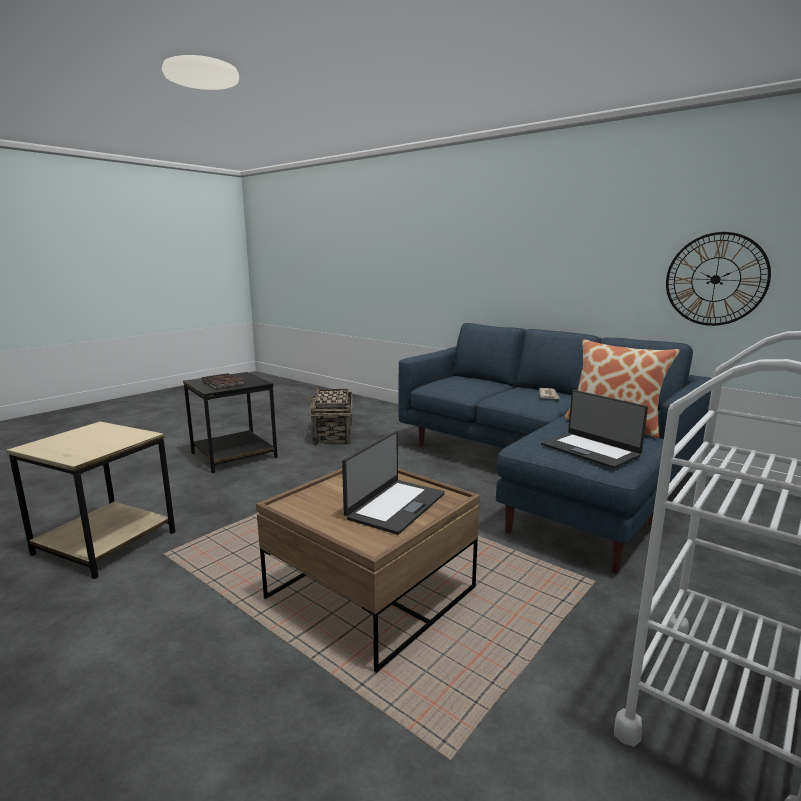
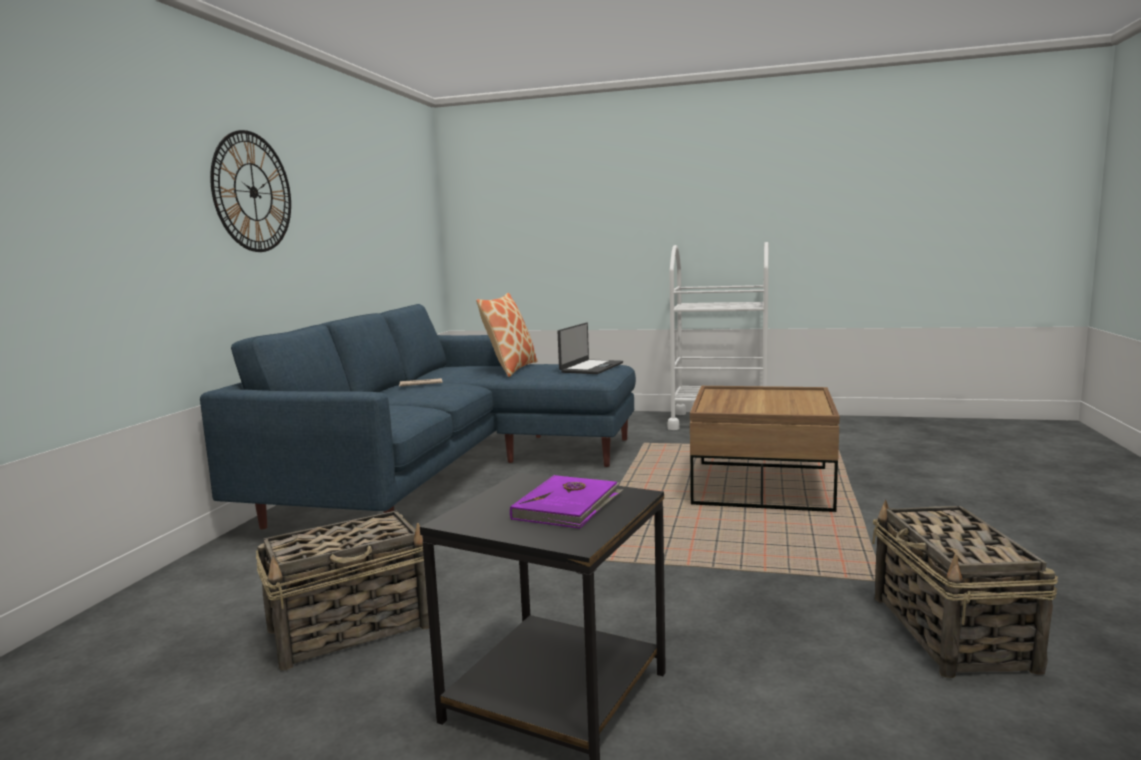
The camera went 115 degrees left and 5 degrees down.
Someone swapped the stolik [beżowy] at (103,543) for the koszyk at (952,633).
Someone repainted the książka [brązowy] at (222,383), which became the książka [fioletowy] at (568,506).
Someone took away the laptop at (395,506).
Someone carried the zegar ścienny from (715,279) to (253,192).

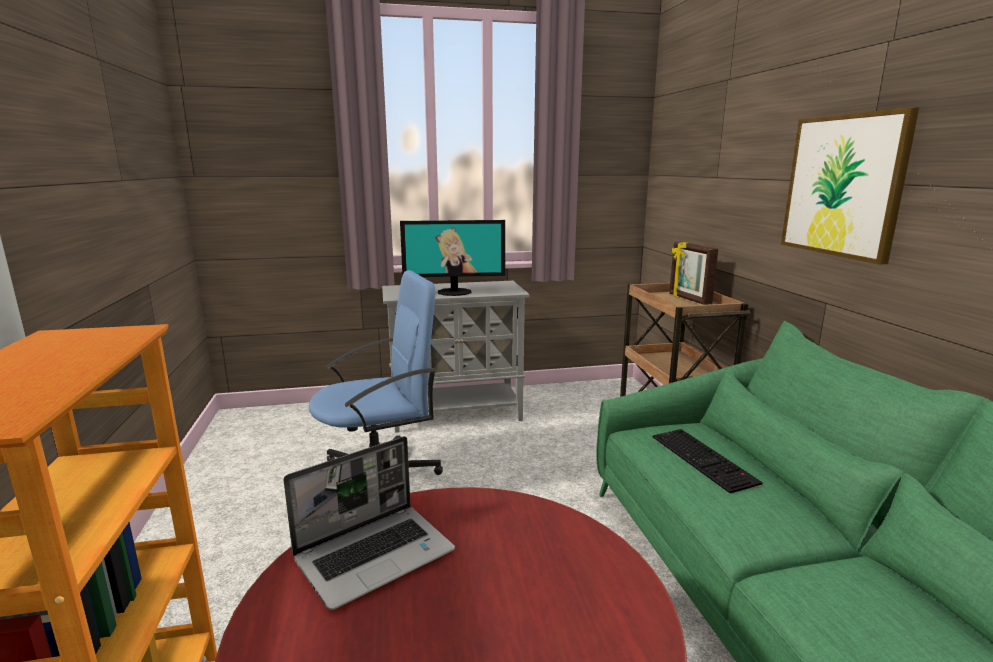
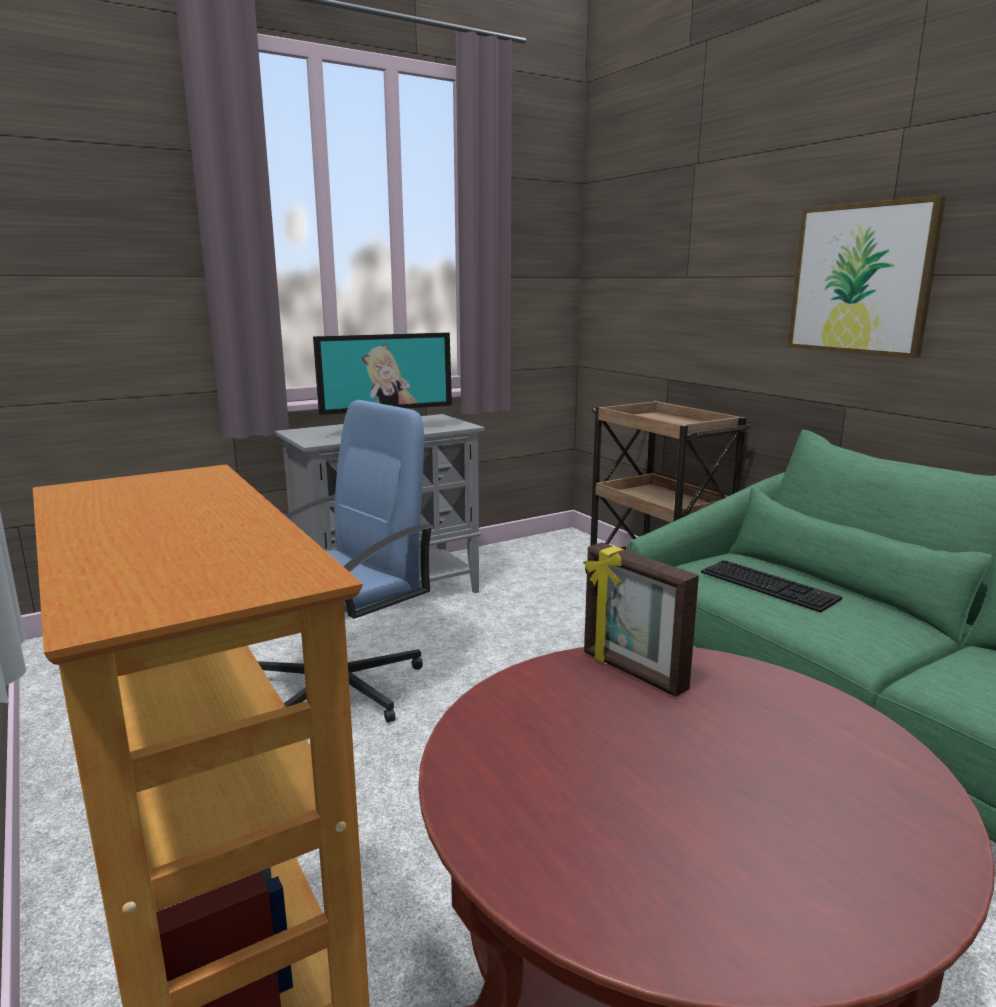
The camera went 20 degrees left and 0 degrees up.
Someone took away the laptop at (376,554).
Someone carried the ramka na zdjęcie from (689,299) to (632,672).

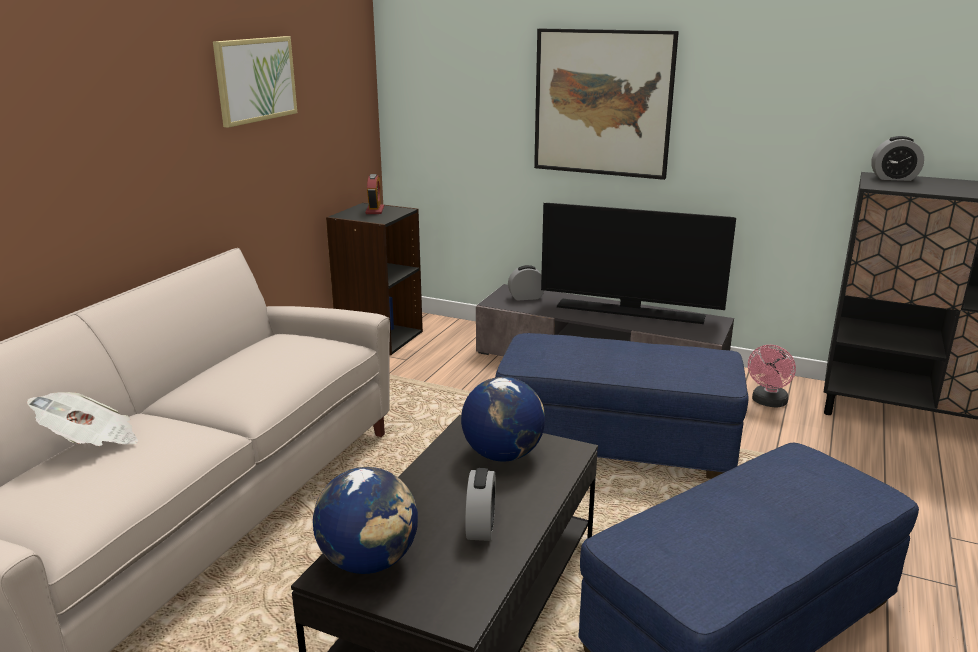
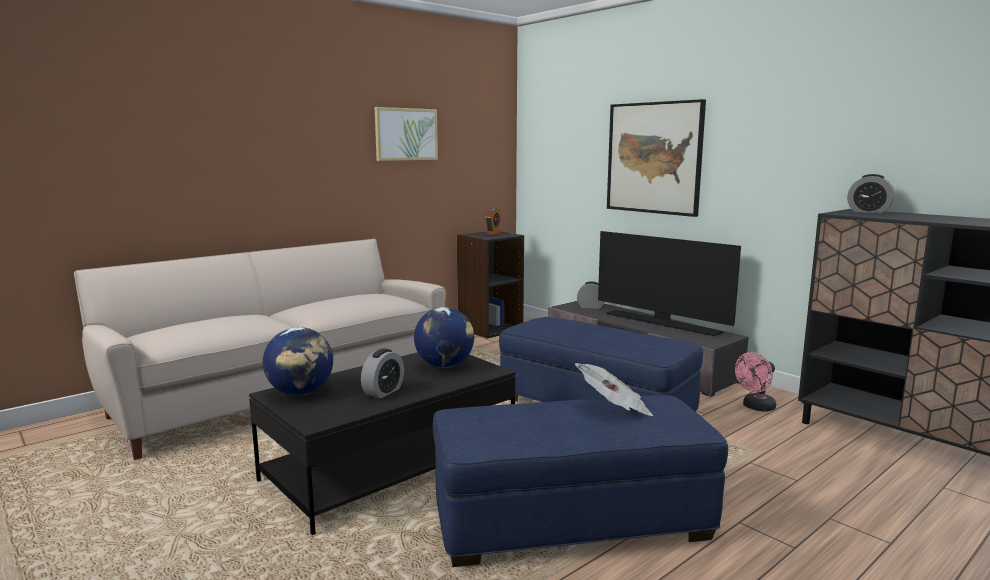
The camera went 25 degrees right and 10 degrees down.
Someone carried the gazeta from (91,442) to (614,408).

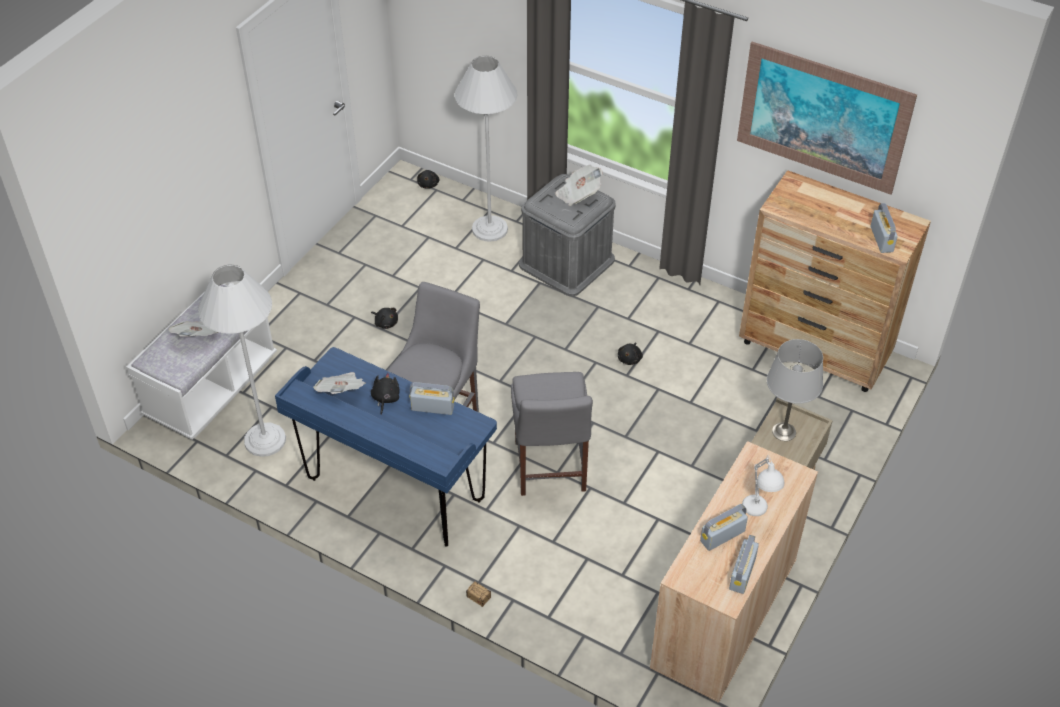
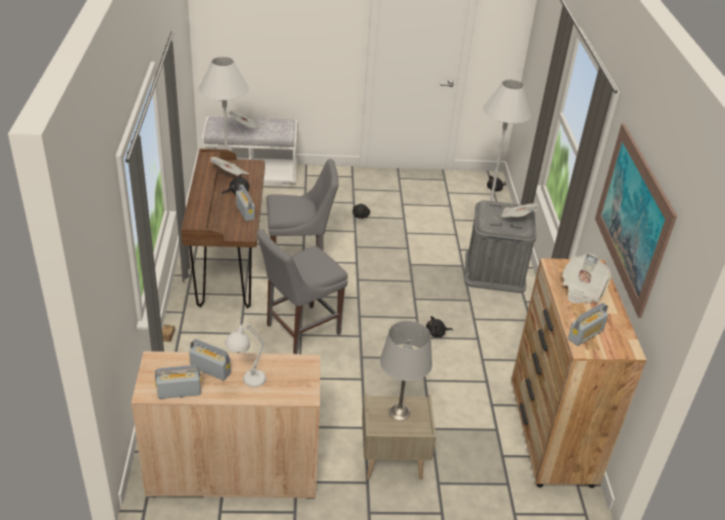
The camera went 55 degrees right and 10 degrees down.
Someone repainted the biurko [niebieski] at (395,491), which became the biurko [brązowy] at (228,269).
Someone put down the gazeta at (582,290).

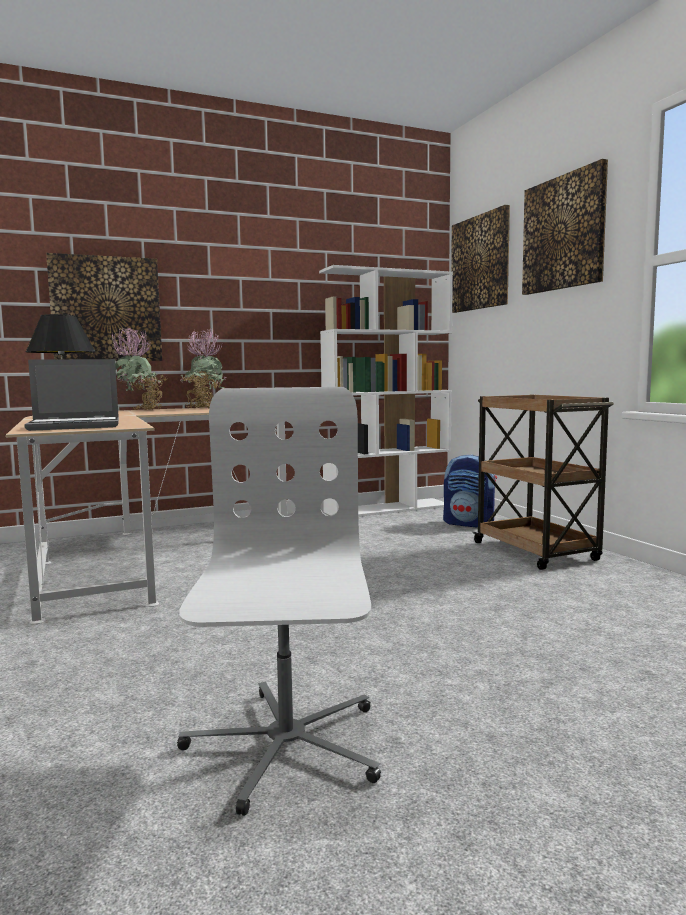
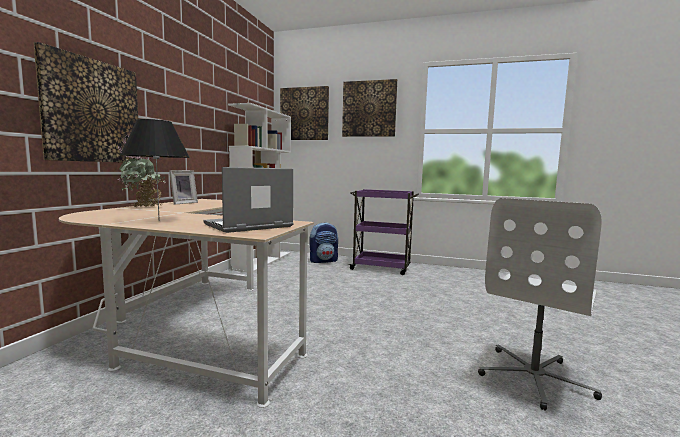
The camera went 50 degrees left and 0 degrees up.
Someone rotated the laptop at (76,426) by 150 degrees counterclockwise.
Someone rotated the krzesło biurowe [biały] at (284,746) by 90 degrees counterclockwise.
Someone swapped the roślina doniczkowa at (204,408) for the ramka na zdjęcie at (182,203).
Someone repainted the wózek [brązowy] at (536,552), which became the wózek [fioletowy] at (382,268).

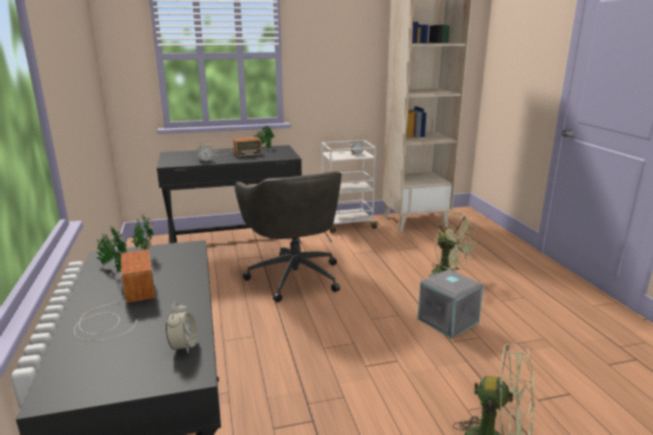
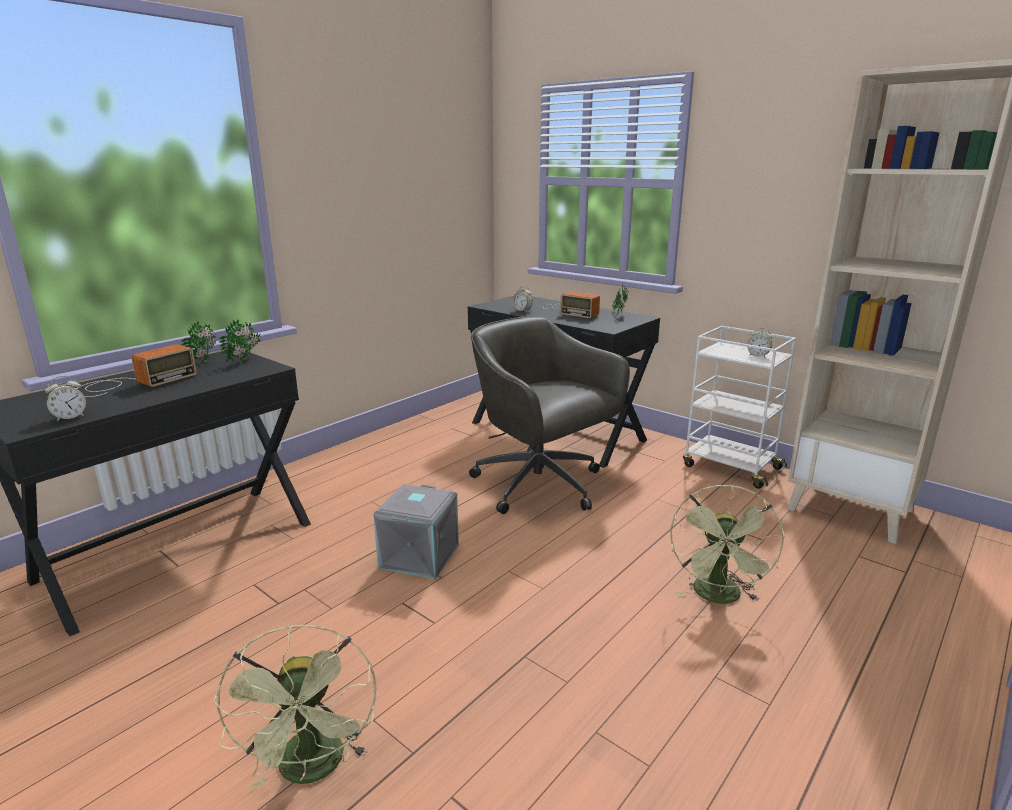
The camera went 55 degrees right and 0 degrees up.
Someone rotated the krzesło biurowe [szary] at (294,276) by 105 degrees clockwise.
Someone carried the pojemnik do przechowywania [szary] from (449,321) to (420,556).

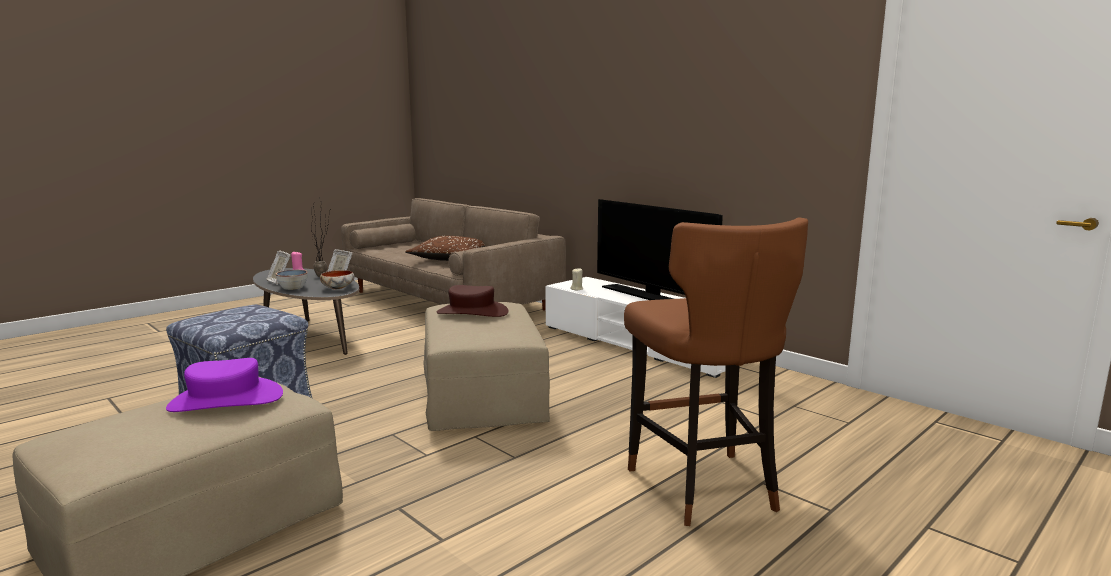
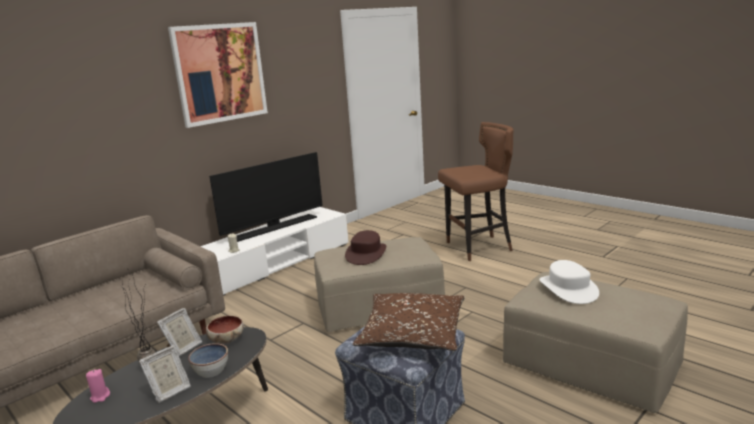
The camera went 90 degrees left and 5 degrees up.
Someone repainted the kapelusz [fioletowy] at (226,400), which became the kapelusz [biały] at (568,289).
Someone carried the poduszka [brązowy] from (450,259) to (412,334).
Someone put up the obraz at (220,73).

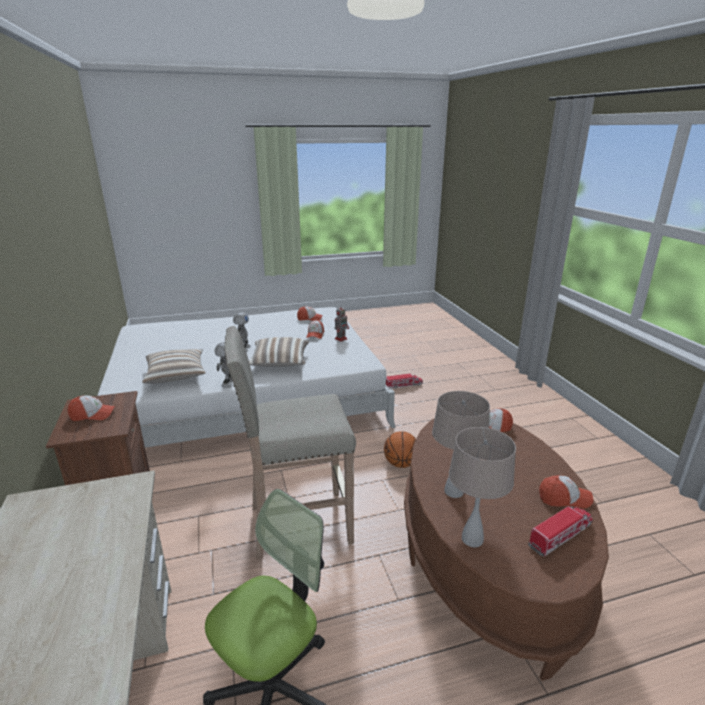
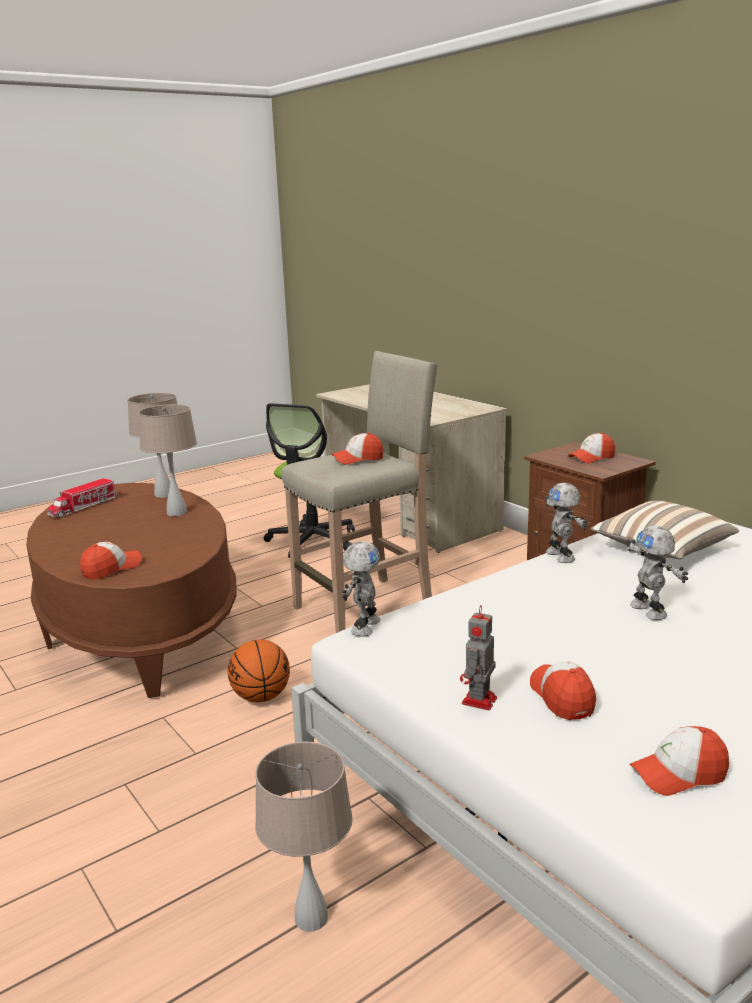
The camera went 160 degrees right and 5 degrees down.
Someone took away the poduszka at (280,363).
Someone swapped the ciężarówka zabawkowa at (403,385) for the lampa stołowa [beżowy] at (312,918).
Someone carried the czapka z daszkiem from (564,498) to (358,459).
Someone put down the robot zabawkowy at (364,626).

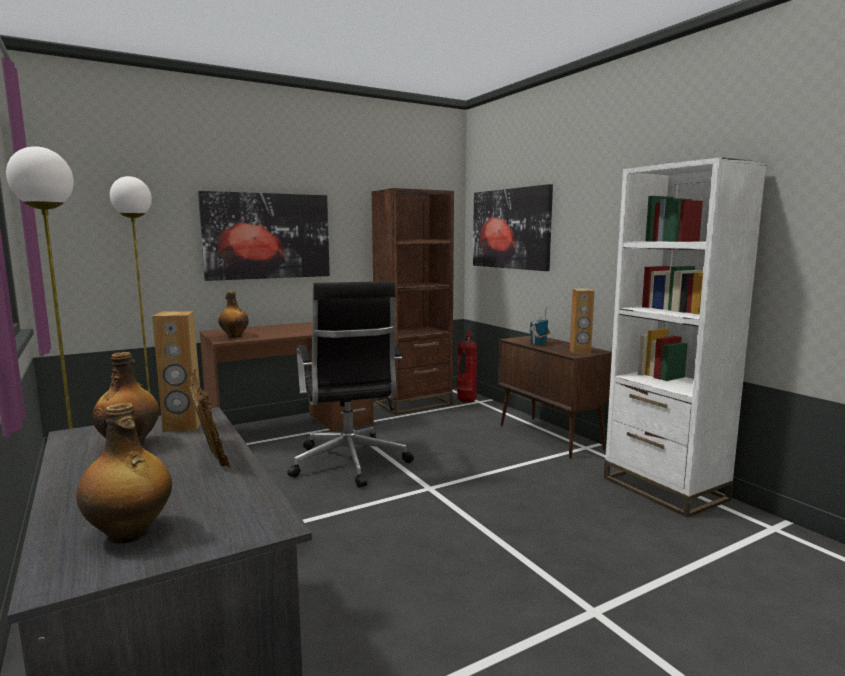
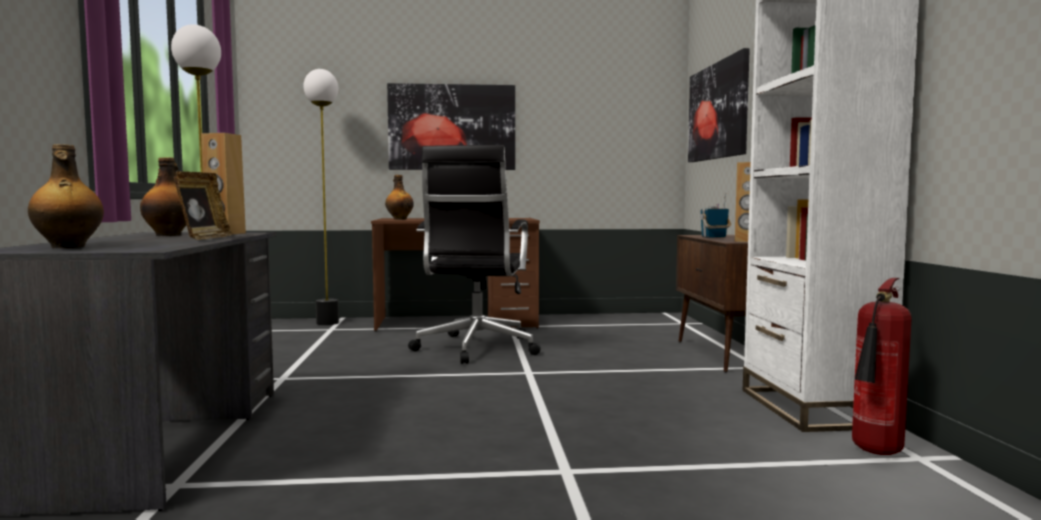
The camera went 25 degrees right and 5 degrees down.
Someone took away the regał [brązowy] at (413,404).
Someone carried the gaśnica from (466,402) to (876,453).

